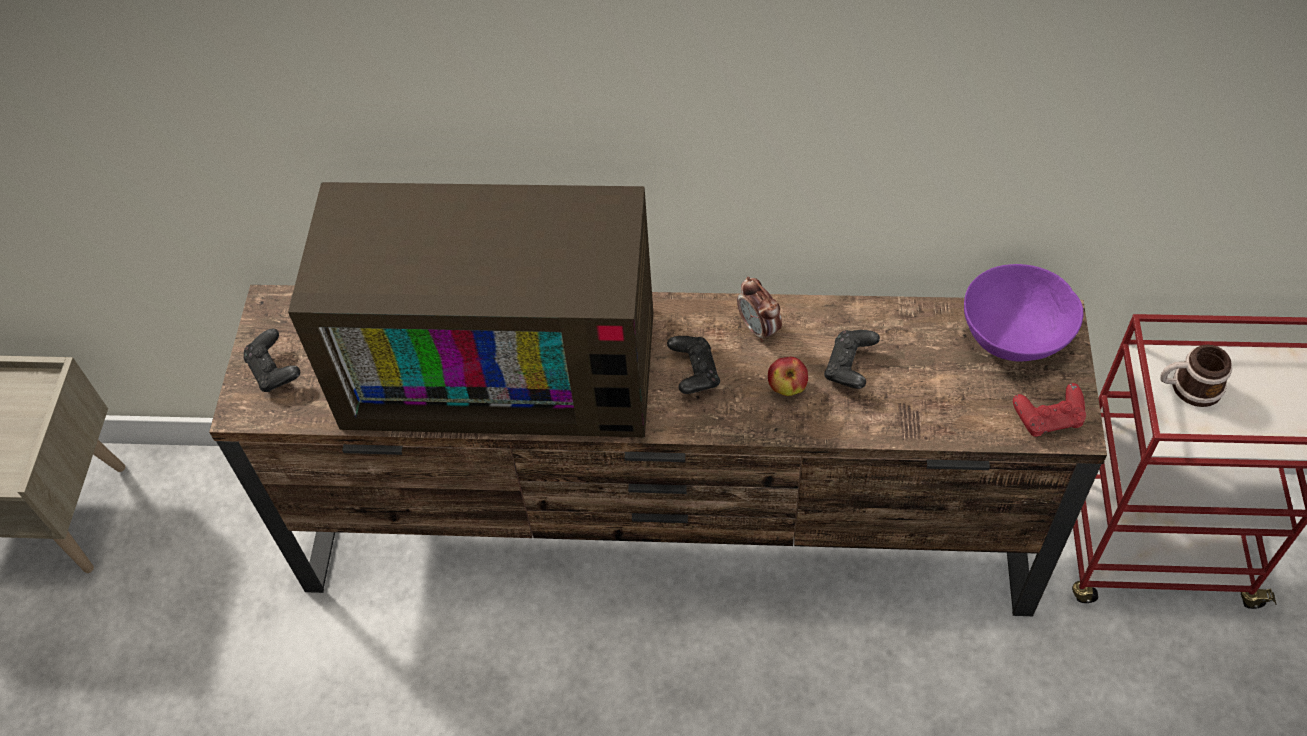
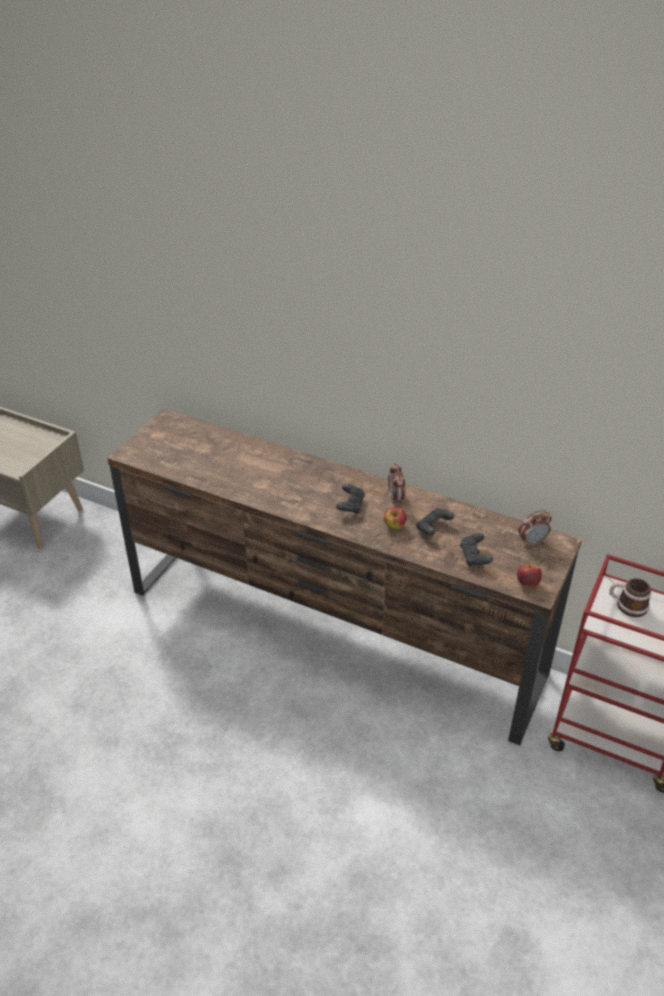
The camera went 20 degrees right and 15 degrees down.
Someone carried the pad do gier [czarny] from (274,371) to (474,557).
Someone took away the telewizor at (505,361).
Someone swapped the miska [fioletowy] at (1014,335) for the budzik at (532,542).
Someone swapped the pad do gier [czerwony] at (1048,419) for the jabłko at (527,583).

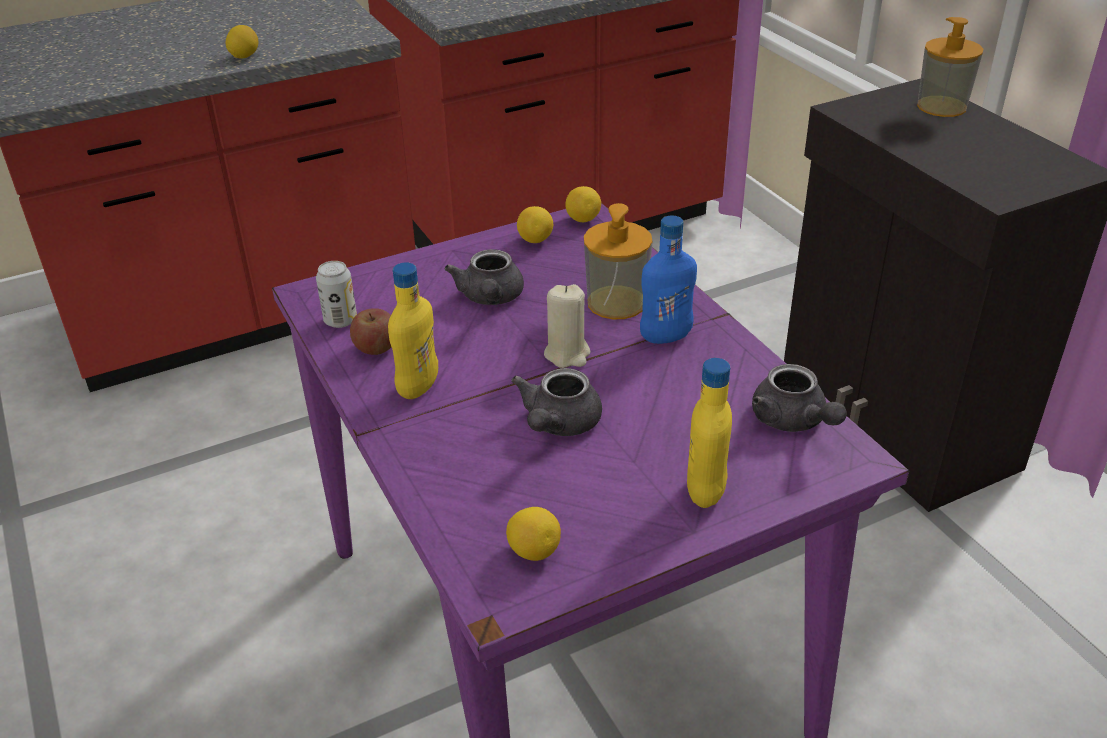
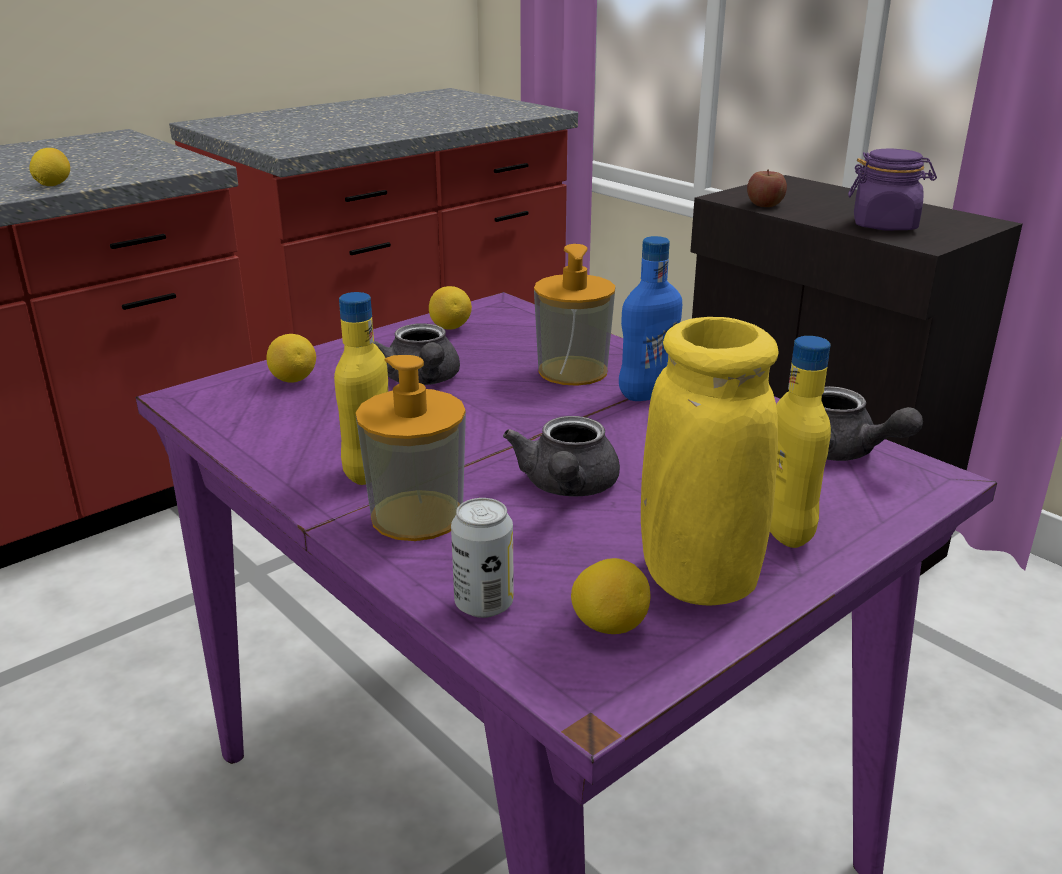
The camera went 15 degrees left and 10 degrees down.
Someone carried the puszka from (340,320) to (484,604).
Someone carried the jabłko from (376,347) to (765,204).
Someone took away the świeca [beżowy] at (567,354).
Someone carried the cytryna from (583,220) to (293,380).
Someone carried the dozownik mydła from (941,106) to (417,515).
Someone put down the wazon [żółty] at (697,579).
Someone put down the słoik [fioletowy] at (885,225).

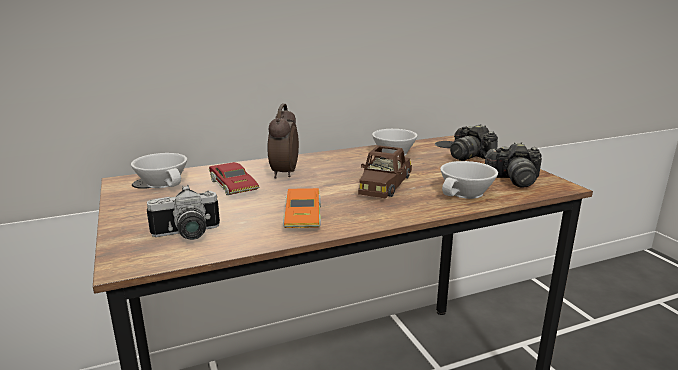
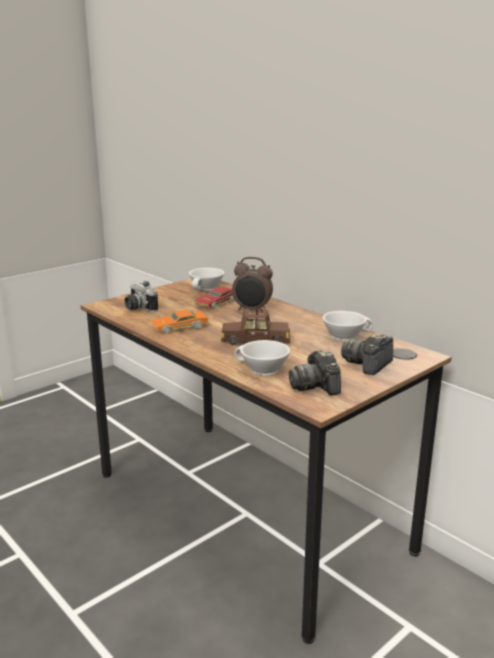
The camera went 70 degrees right and 0 degrees up.
Someone rotated the budzik at (283,173) by 150 degrees counterclockwise.

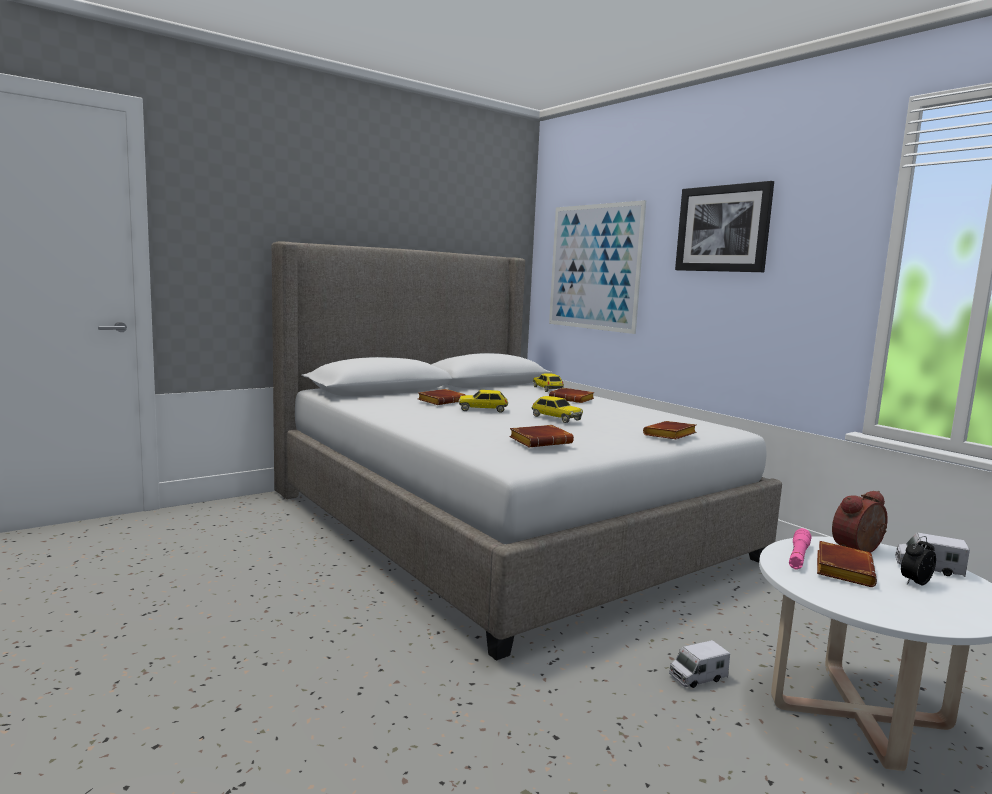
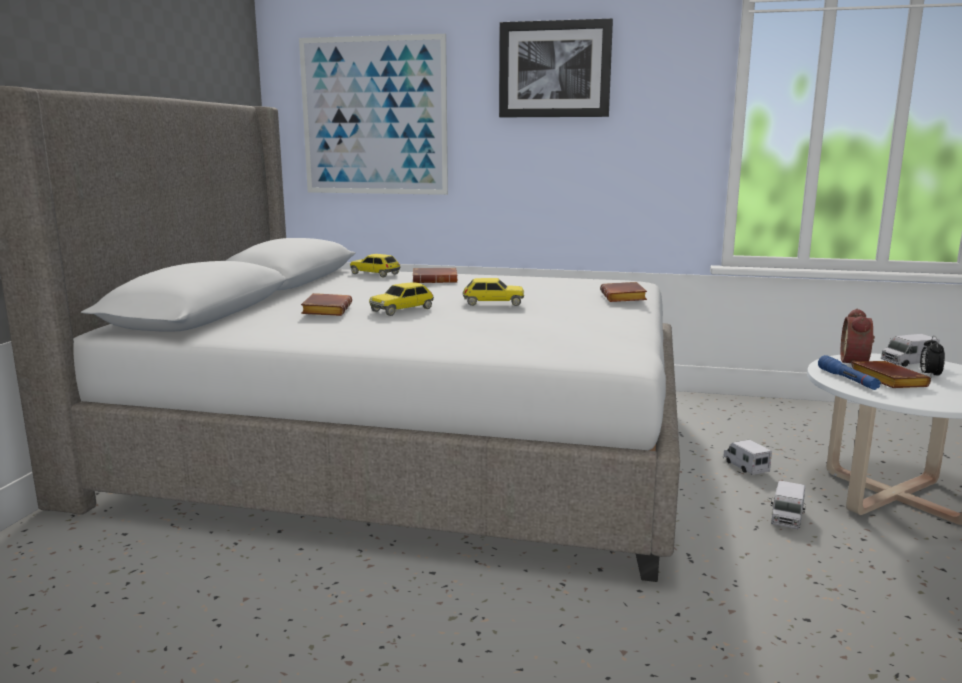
The camera went 40 degrees left and 5 degrees up.
Someone took away the książka [brązowy] at (541,441).
Someone repainted the latarka [różowy] at (798,556), which became the latarka [niebieski] at (847,380).
Someone put down the ciężarówka zabawkowa at (745,466).

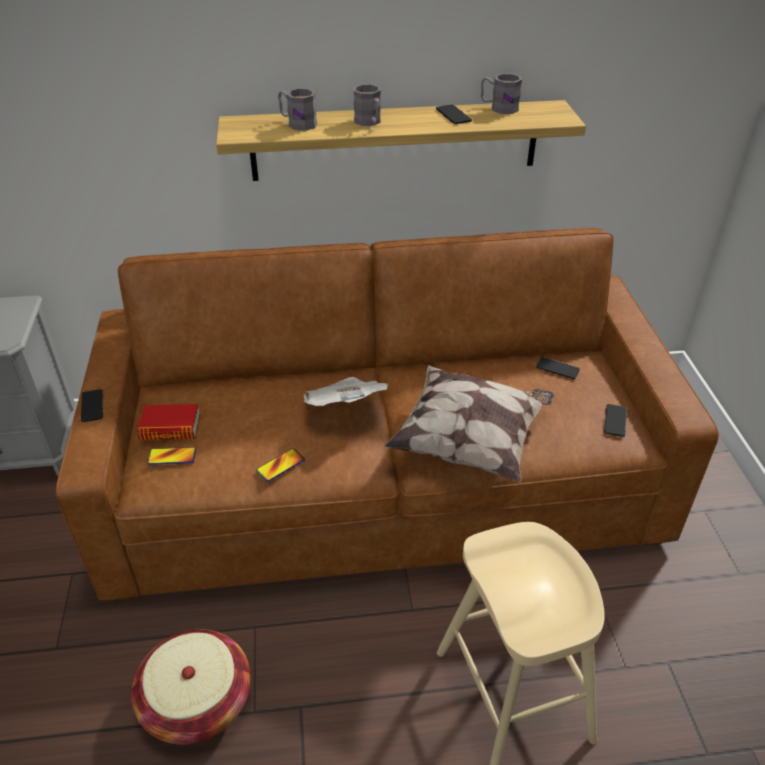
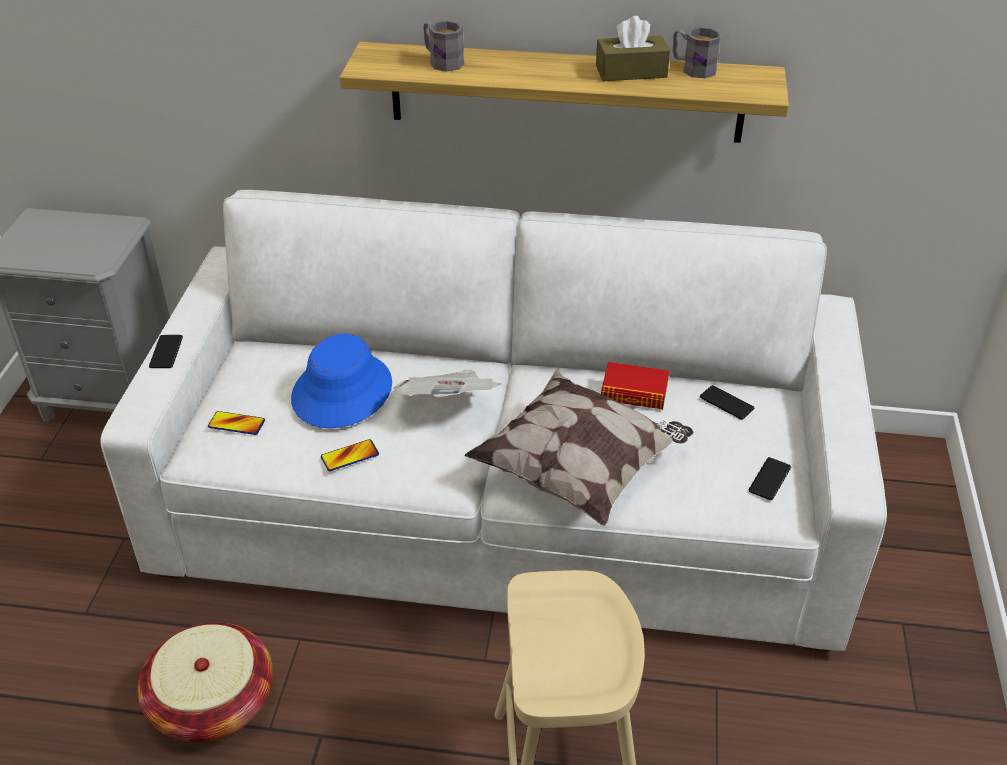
The camera went 15 degrees right and 0 degrees up.
Someone repainted the kanapa [brązowy] at (382,480), which became the kanapa [biały] at (504,504).
Someone carried the książka from (170,428) to (634,392).
Someone took away the kubek [szary] at (370,123).
Someone swapped the telefon at (453,115) for the pudełko chusteczek [brązowy] at (631,72).
Someone put down the kapelusz [niebieski] at (341,391).

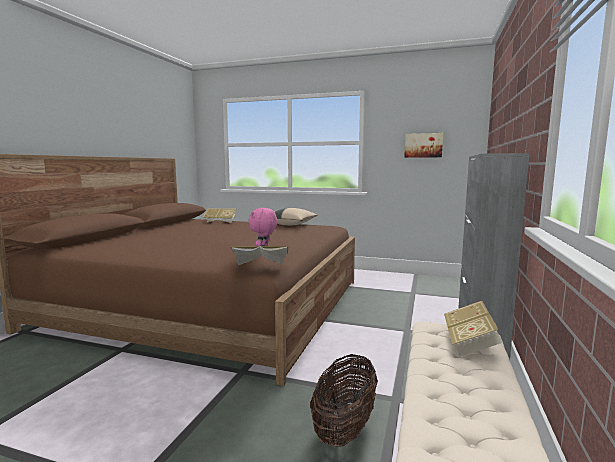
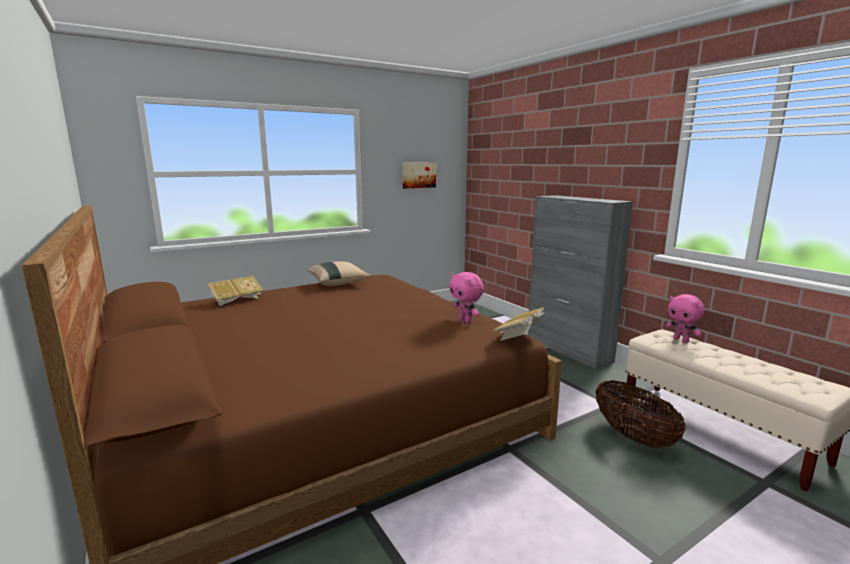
The camera went 50 degrees left and 5 degrees up.
Someone swapped the książka at (469,342) for the pluszak [różowy] at (681,340).

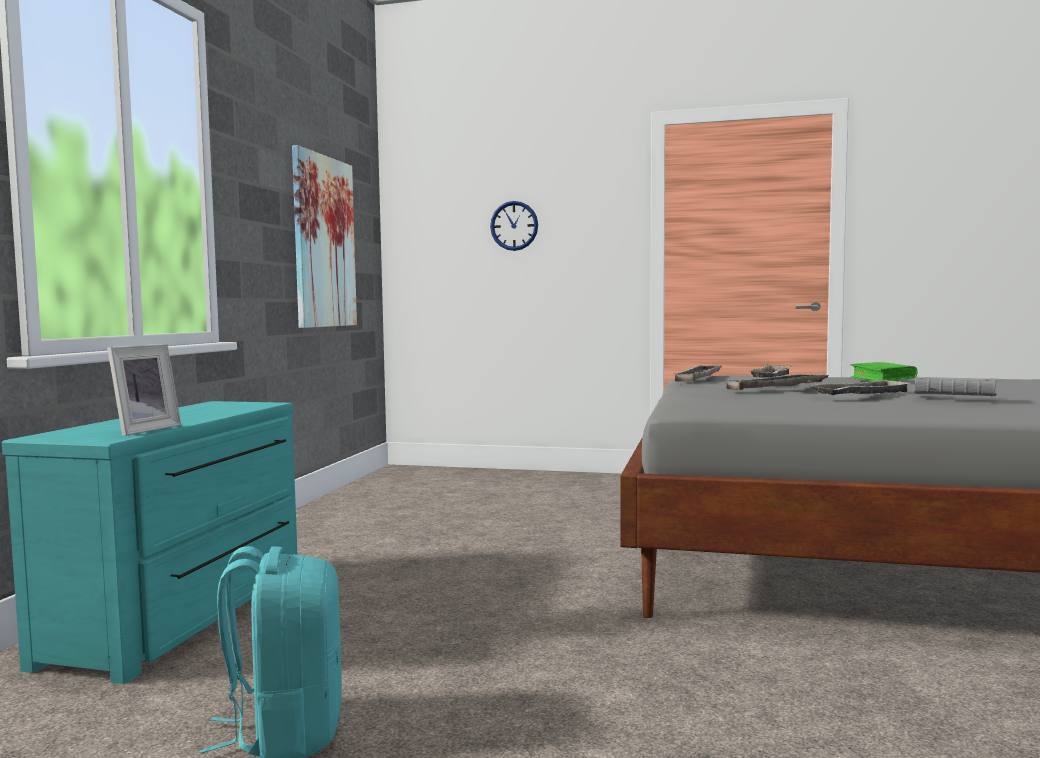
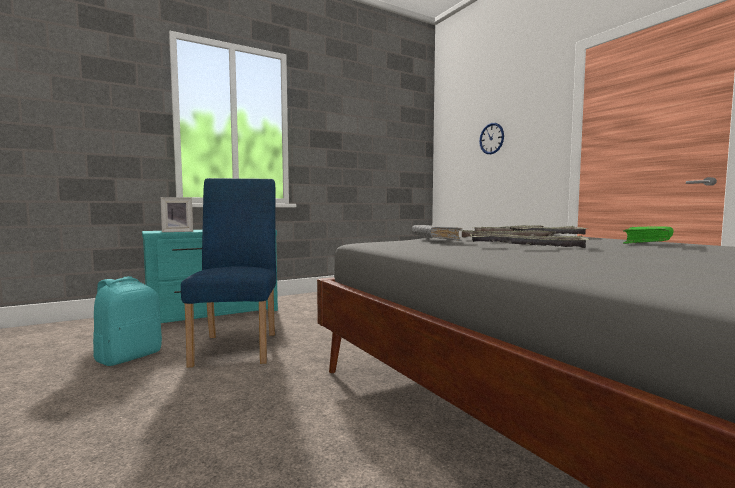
The camera went 45 degrees right and 0 degrees up.
Someone took away the obraz at (324,242).
Someone carried the książka [szary] from (954,397) to (435,239).
Someone put down the krzesło [niebieski] at (238,345).

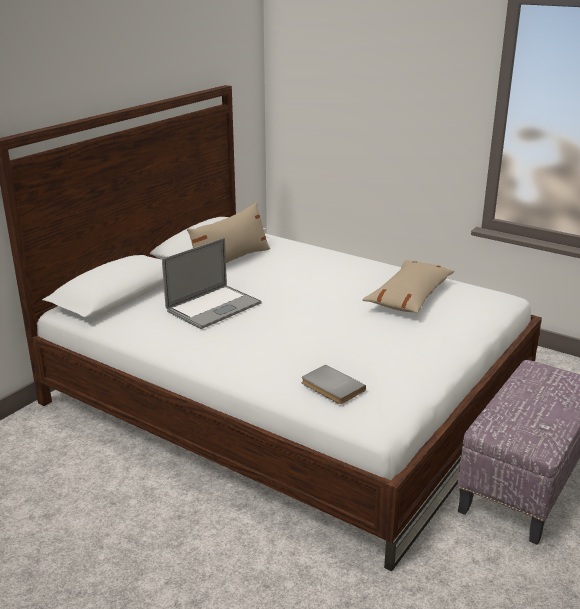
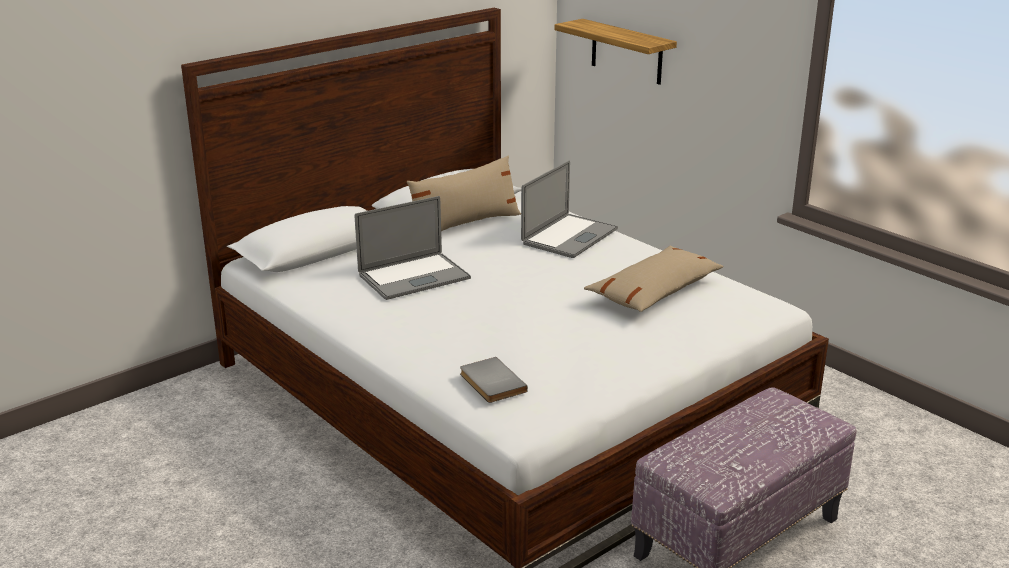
The camera went 15 degrees right and 0 degrees up.
Someone put down the laptop at (569,236).
Someone put up the półka at (626,52).

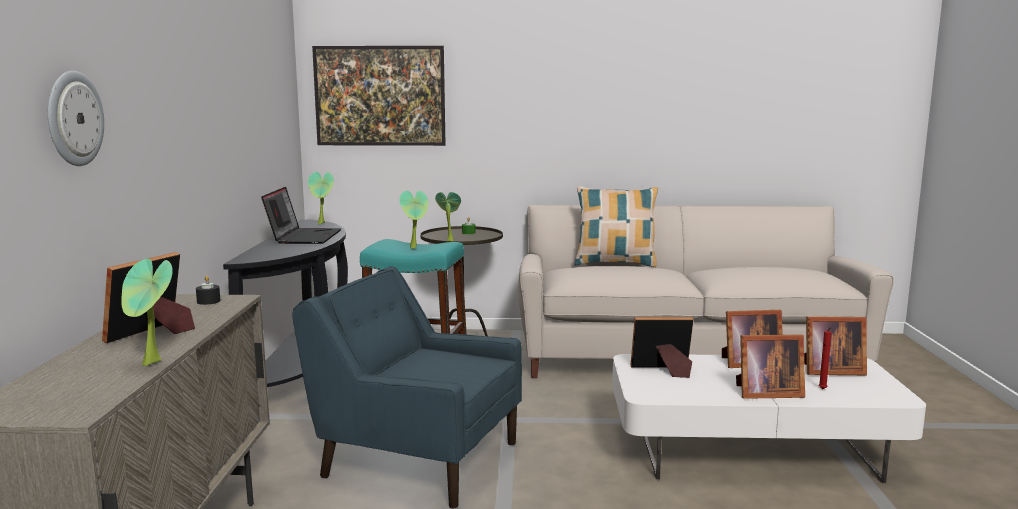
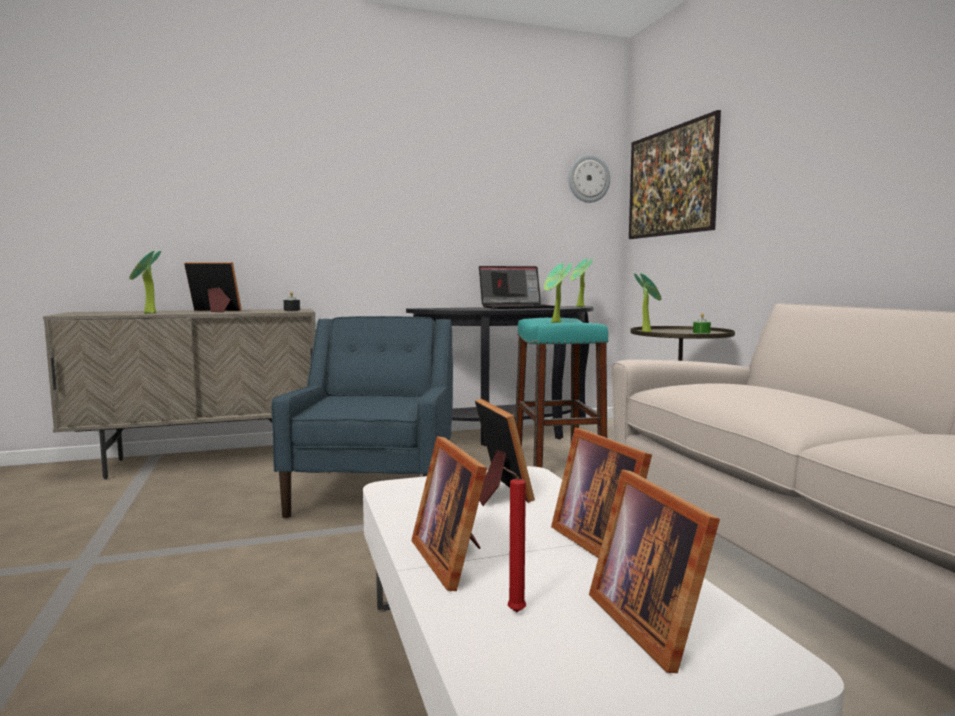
The camera went 70 degrees right and 5 degrees down.
Someone carried the zegar ścienny from (73,118) to (588,179).
Someone took away the poduszka at (615,263).

